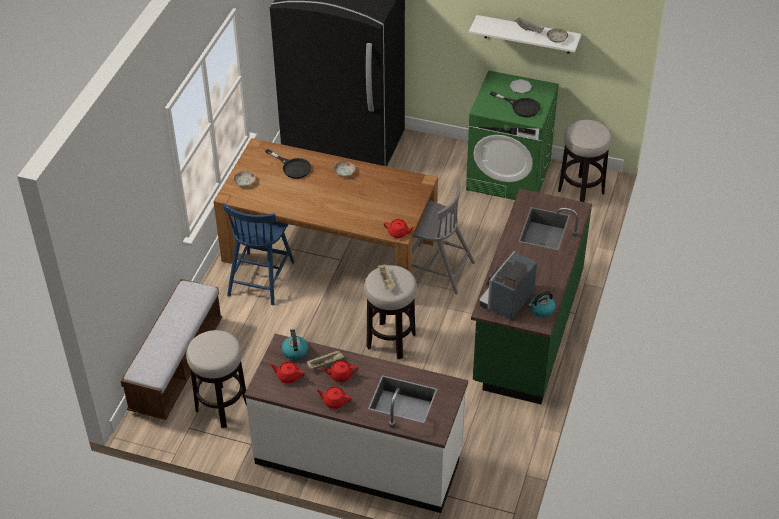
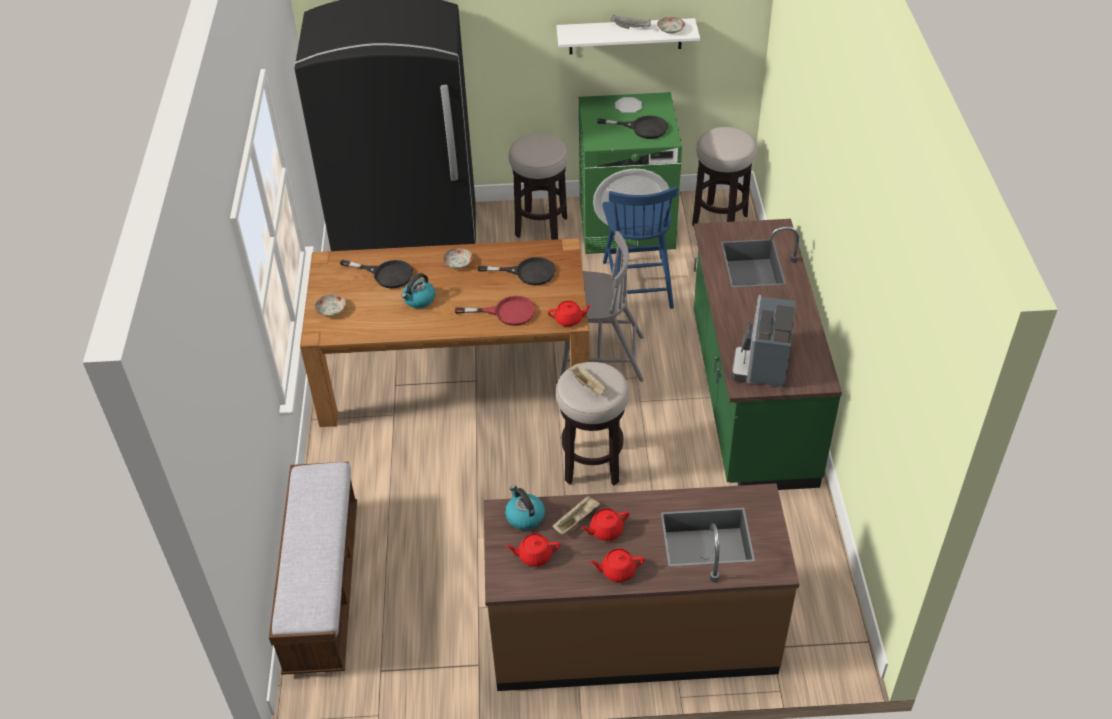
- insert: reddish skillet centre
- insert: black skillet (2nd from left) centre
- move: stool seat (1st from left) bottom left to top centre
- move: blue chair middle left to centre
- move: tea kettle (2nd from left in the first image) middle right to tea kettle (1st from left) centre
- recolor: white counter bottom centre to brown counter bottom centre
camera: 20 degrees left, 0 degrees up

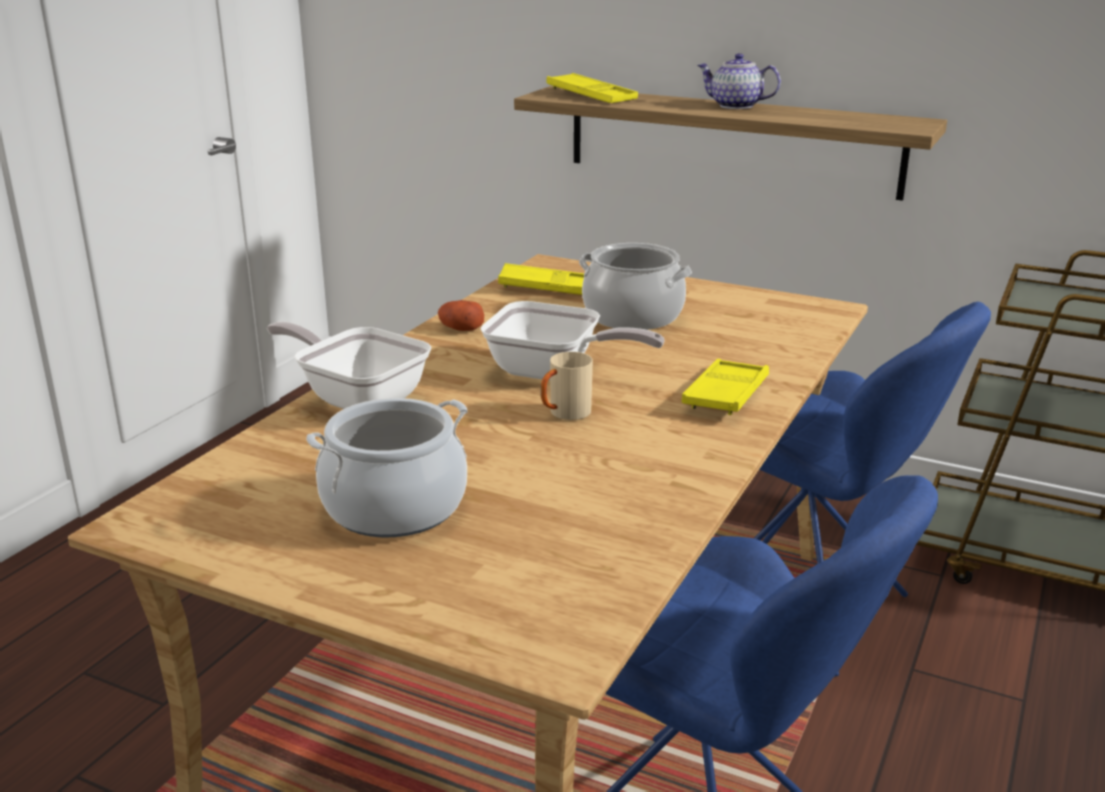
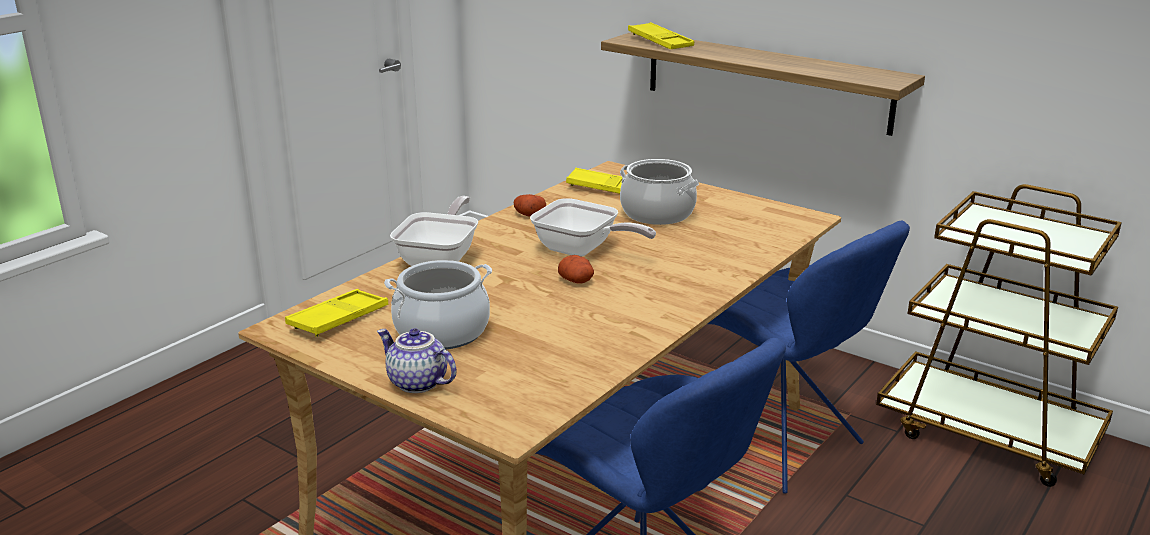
- move: yellowish carrying tray (3rd from left in the first image) centre to yellowish carrying tray (1st from left) middle left
- move: teapot top right to bottom centre
- replace: beige-coloured mug centre to spud (2nd from left) centre
- rotate: skillet (1st from left) middle left = centre 60 degrees clockwise
camera: 10 degrees right, 0 degrees up

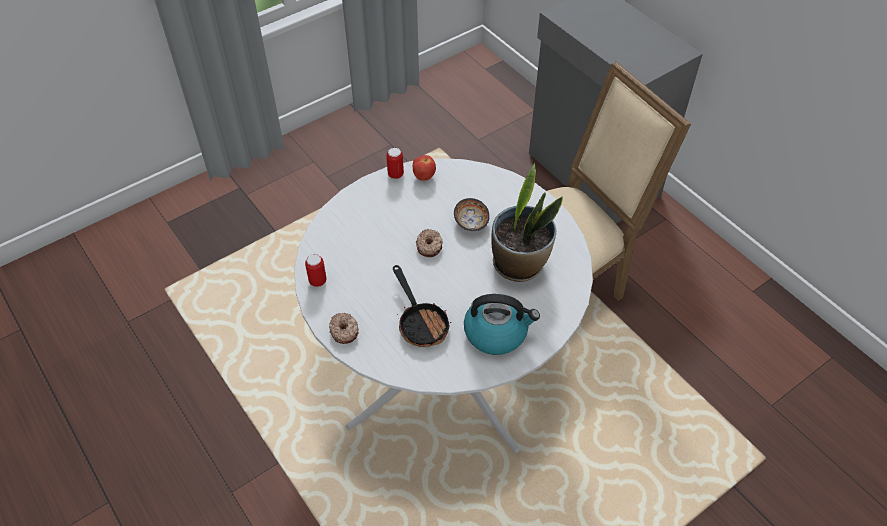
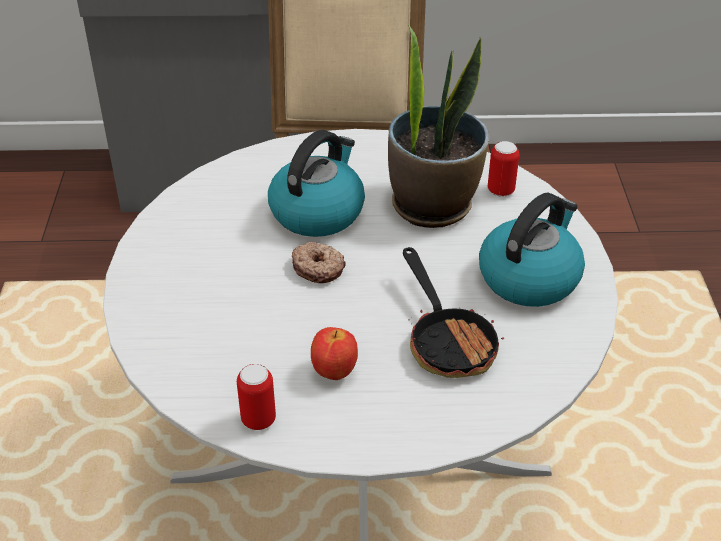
- delete: ring doughnut (1st from left) centre
- move: metal can (2nd from left) top centre to top right
- move: apple fruit top centre to centre
- replace: bowl centre to tea kettle (1st from left) centre
- rotate: skillet centre = centre 60 degrees clockwise
camera: 55 degrees left, 10 degrees down

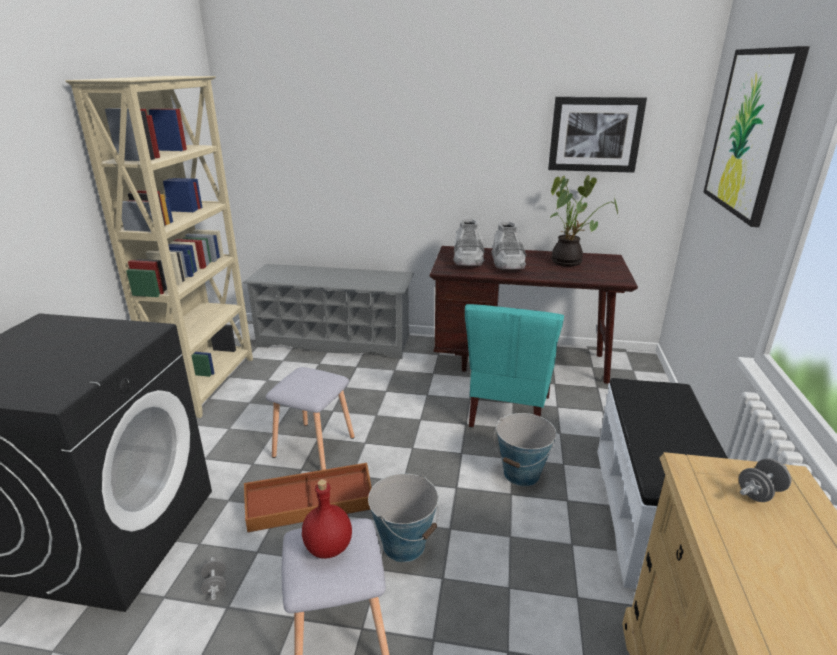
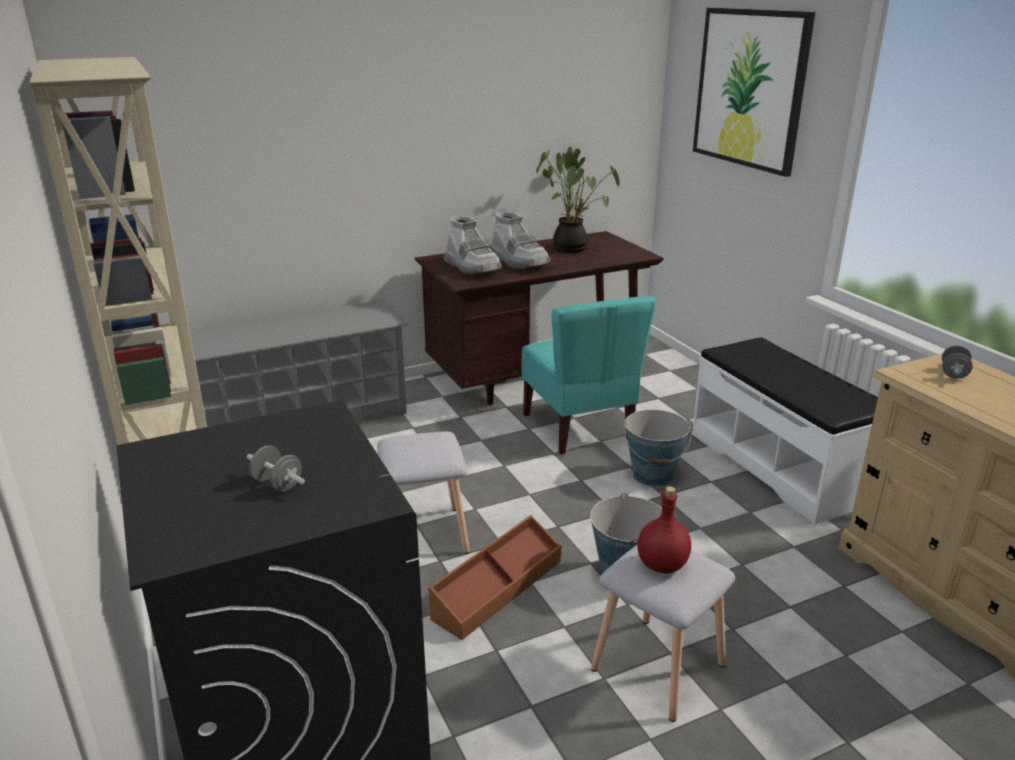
- delete: picture (1st from left) top right
- move: gray hand weight (1st from left) bottom left to middle left
camera: 35 degrees left, 0 degrees up

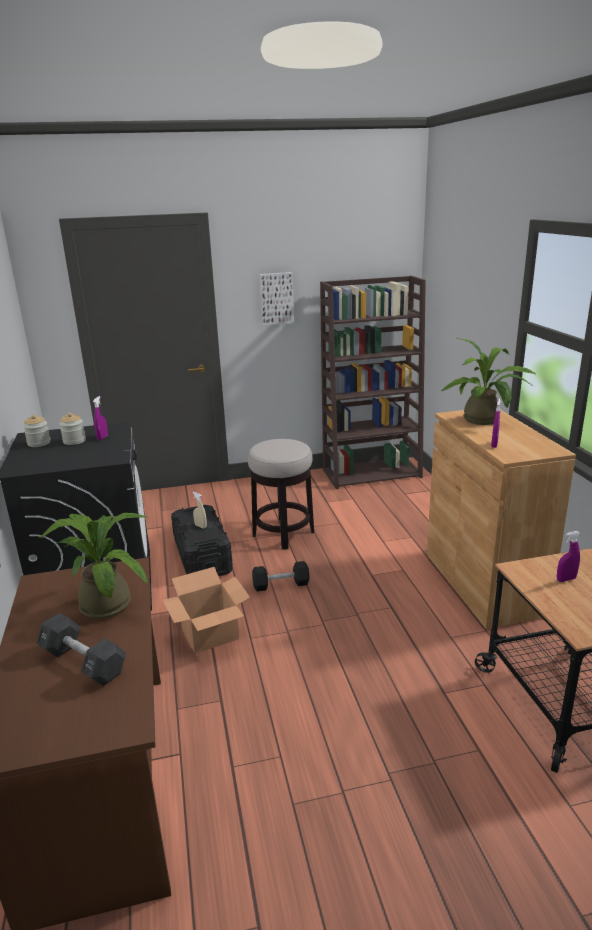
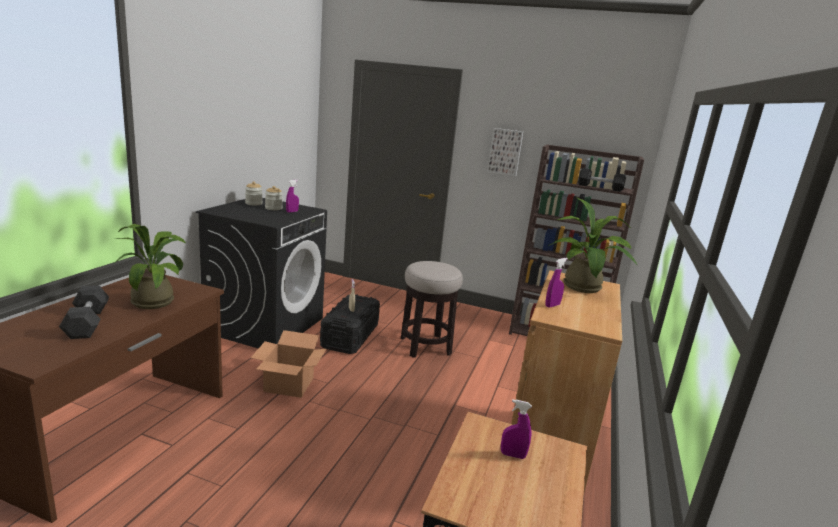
- move: black hand weight (2nd from left) centre to middle right
camera: 30 degrees right, 5 degrees down

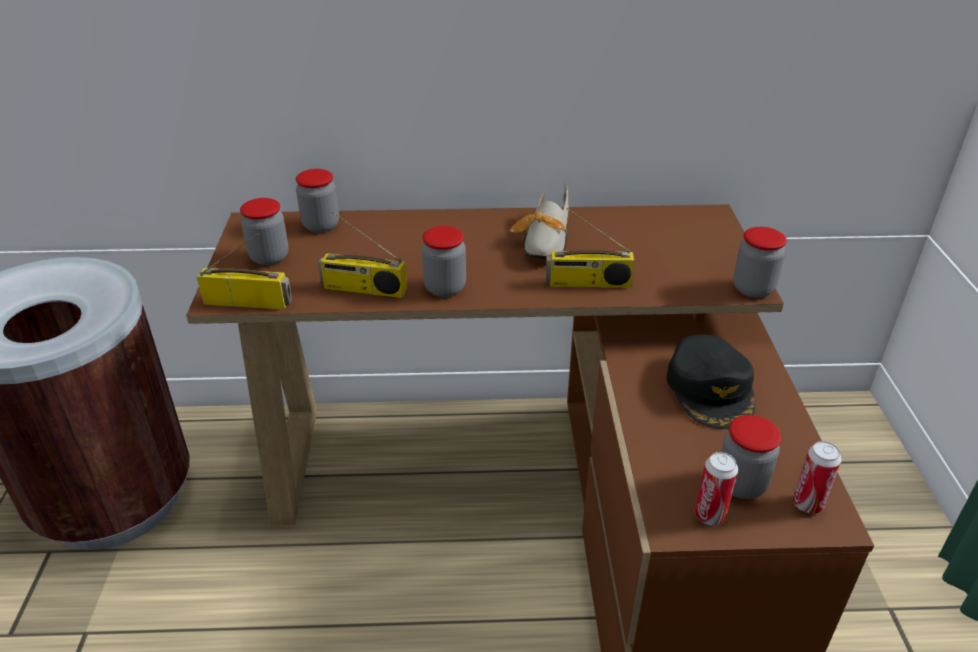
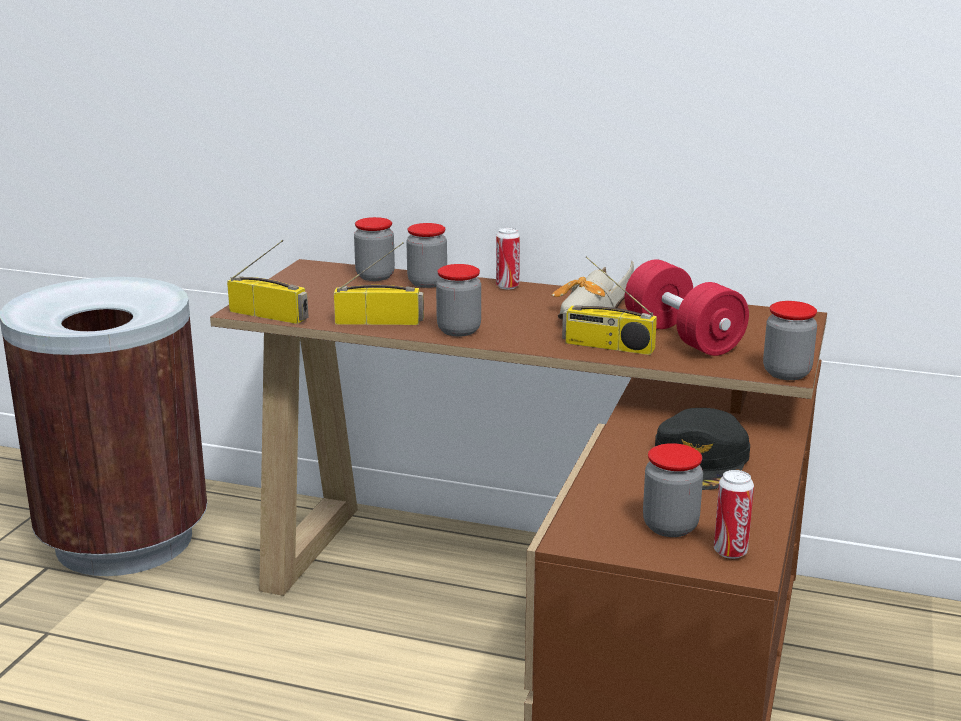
- insert: reddish hand weight middle right
- move: preserve jar (1st from left in the first image) middle left to preserve jar (2nd from left) centre
- move: metal can (1st from left) bottom right to centre
- rotate: radio set (2nd from left) centre = centre 150 degrees clockwise
camera: 20 degrees right, 15 degrees down

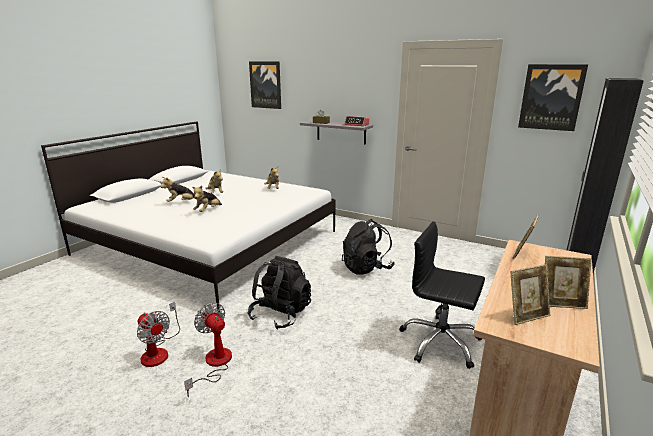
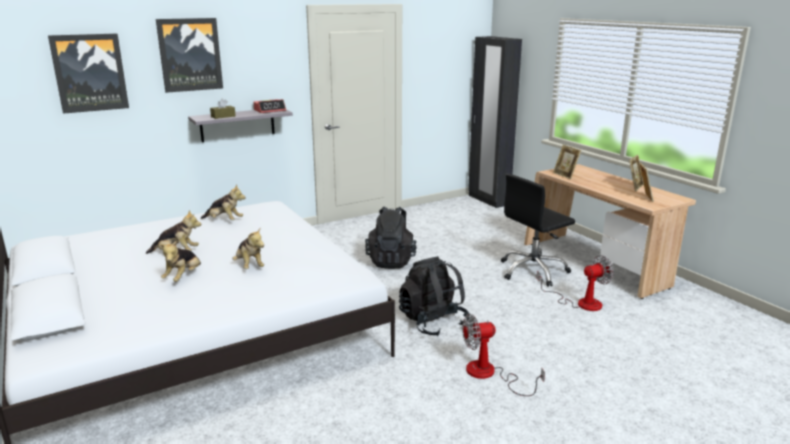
- move: electric fan (1st from left in the first image) bottom left to electric fan (2nd from left) middle right
- move: picture (2nd from left) top right to top left
camera: 60 degrees left, 0 degrees up

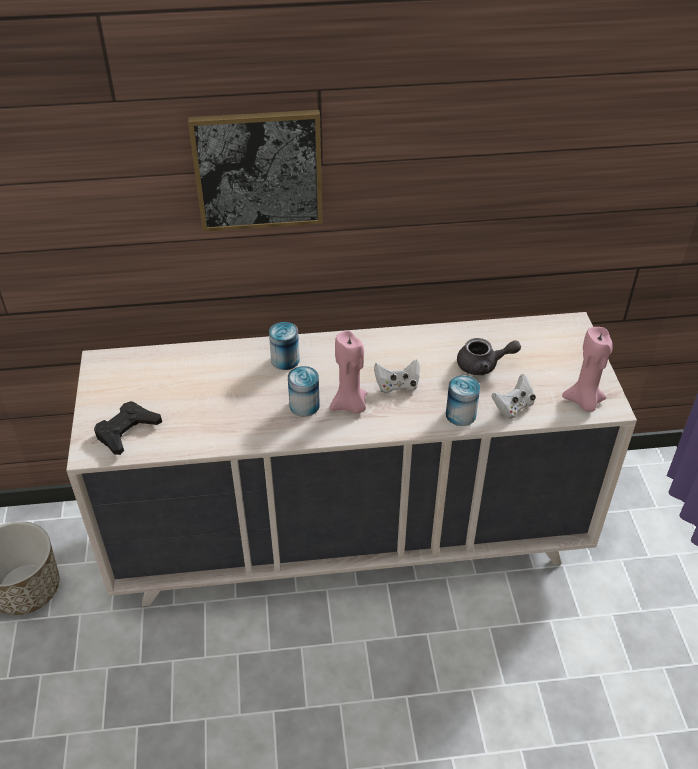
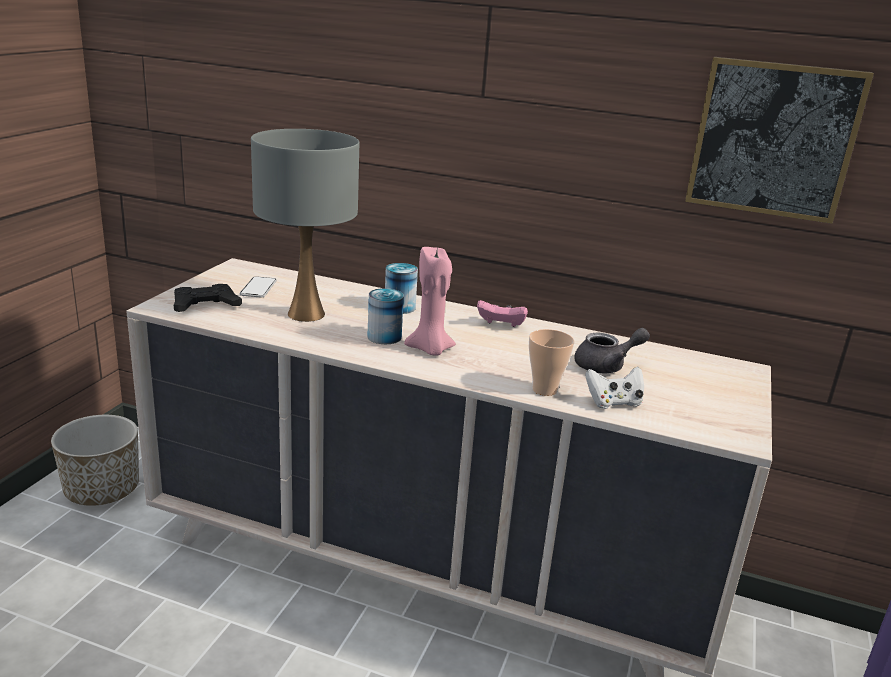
- delete: white game controller (1st from left) centre
- delete: pink-coloured wax light (2nd from left) middle right
- insert: handset middle left
- insert: gray lamp for a table top centre
- insert: pink-coloured game controller centre
- move: picture top centre to top right
- replace: metal can (3rd from left) centre to drinking cup centre
- rotate: gray teapot middle right = middle right 45 degrees counterclockwise
camera: 25 degrees right, 20 degrees down

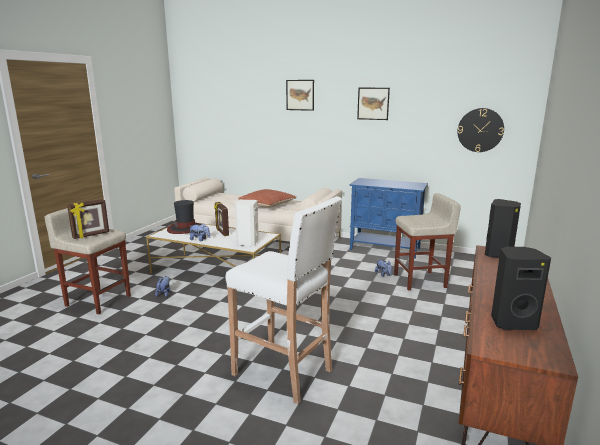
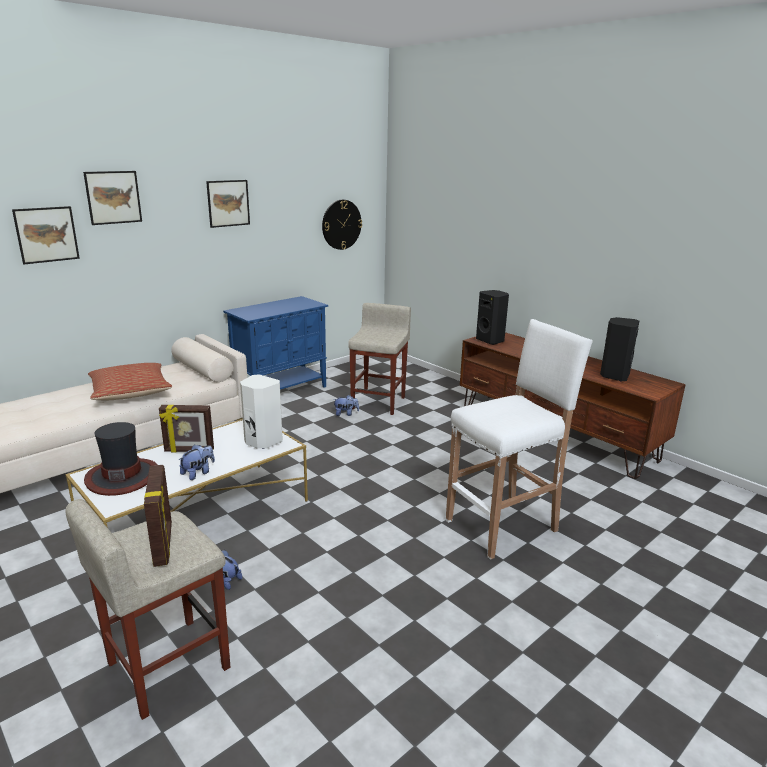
- insert: picture (1st from left) top left
camera: 65 degrees left, 5 degrees up

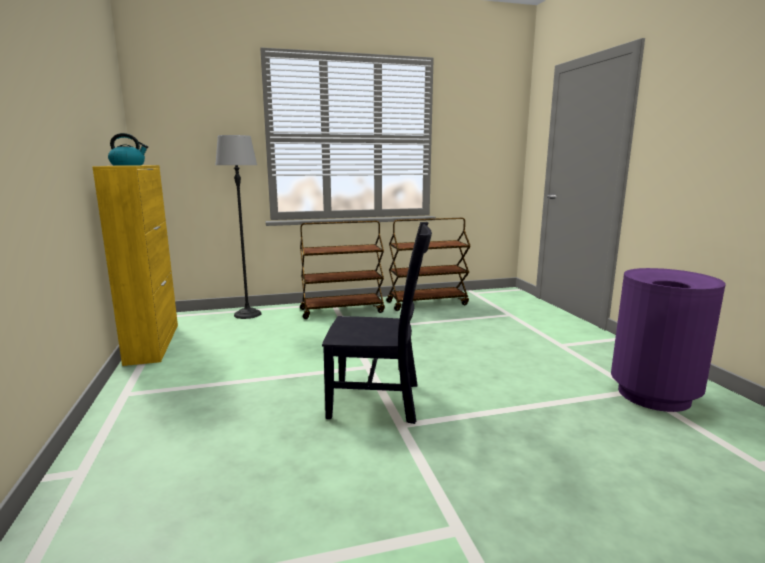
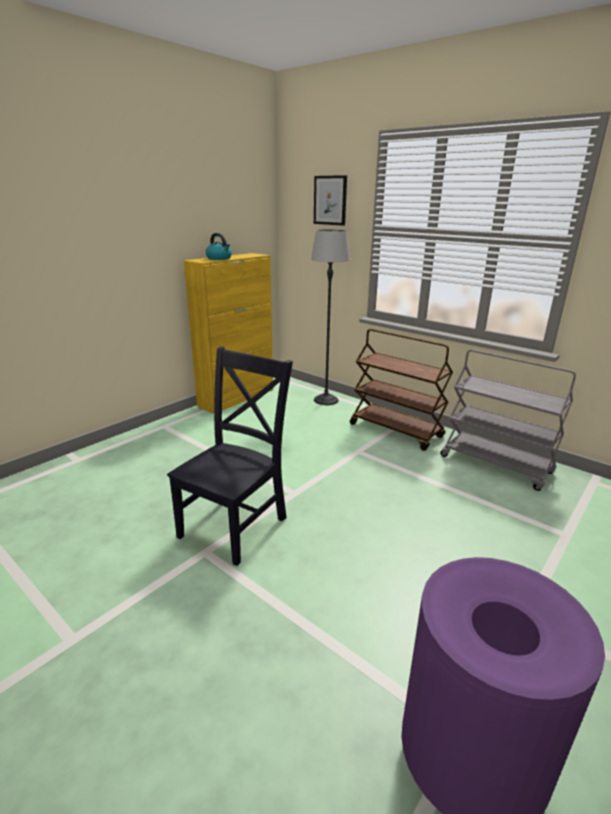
- insert: picture top centre
- recolor: brown trolley (2nd from left) centre to gray trolley middle right
- rotate: black chair centre = centre 120 degrees counterclockwise
camera: 55 degrees right, 10 degrees up

